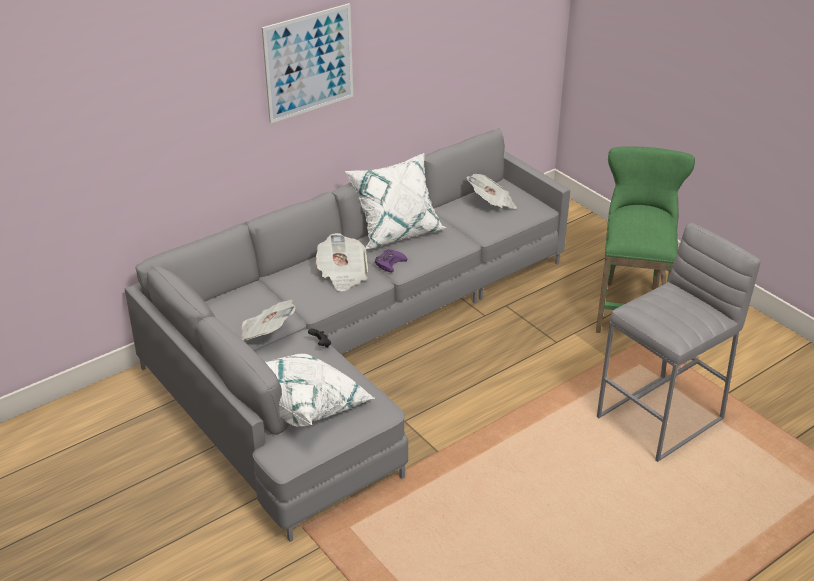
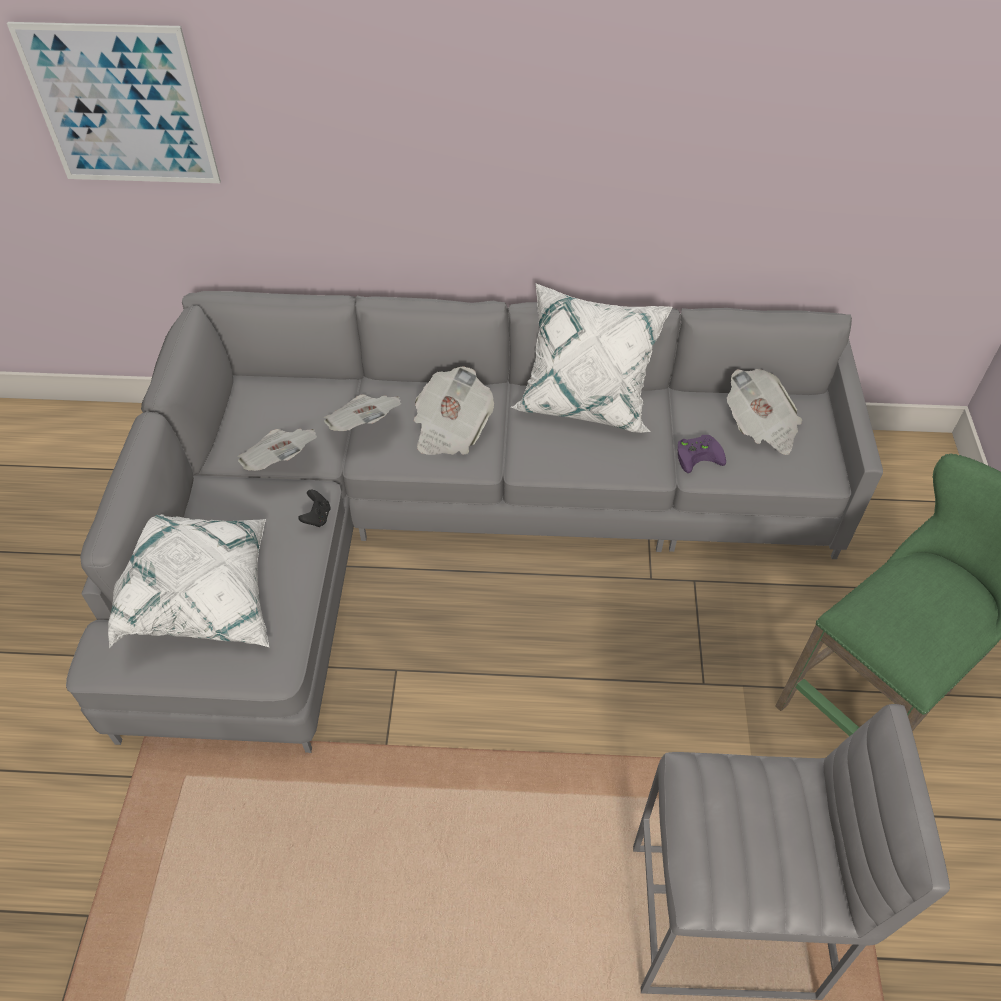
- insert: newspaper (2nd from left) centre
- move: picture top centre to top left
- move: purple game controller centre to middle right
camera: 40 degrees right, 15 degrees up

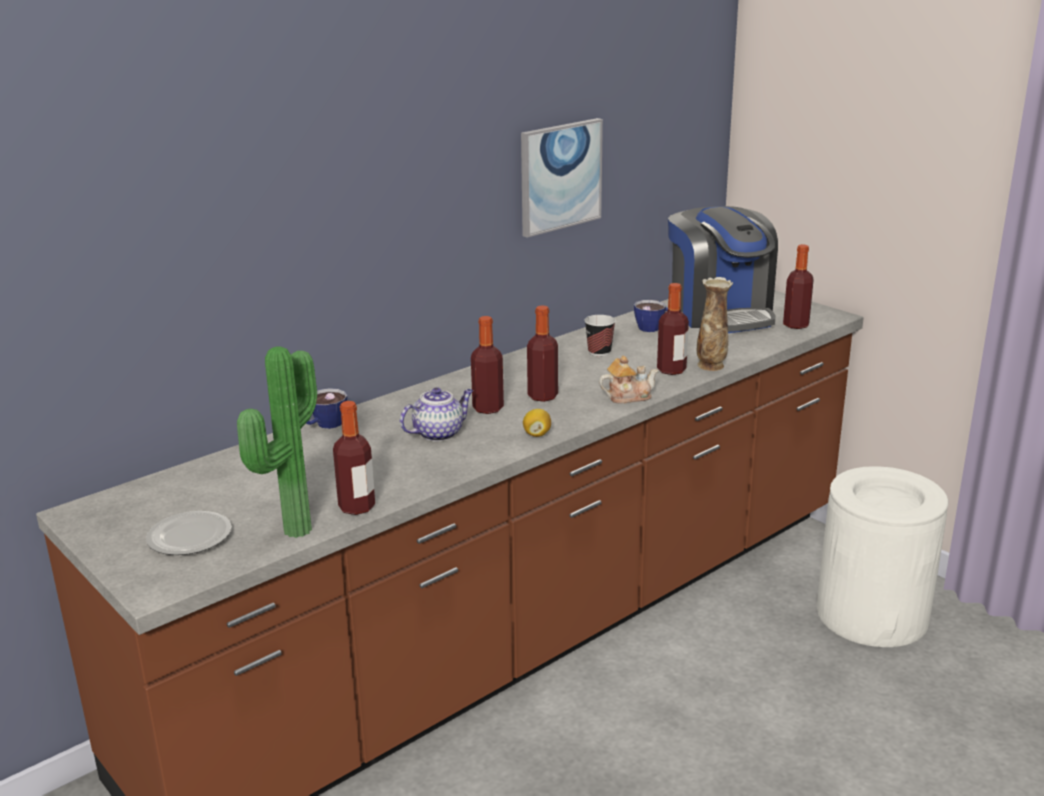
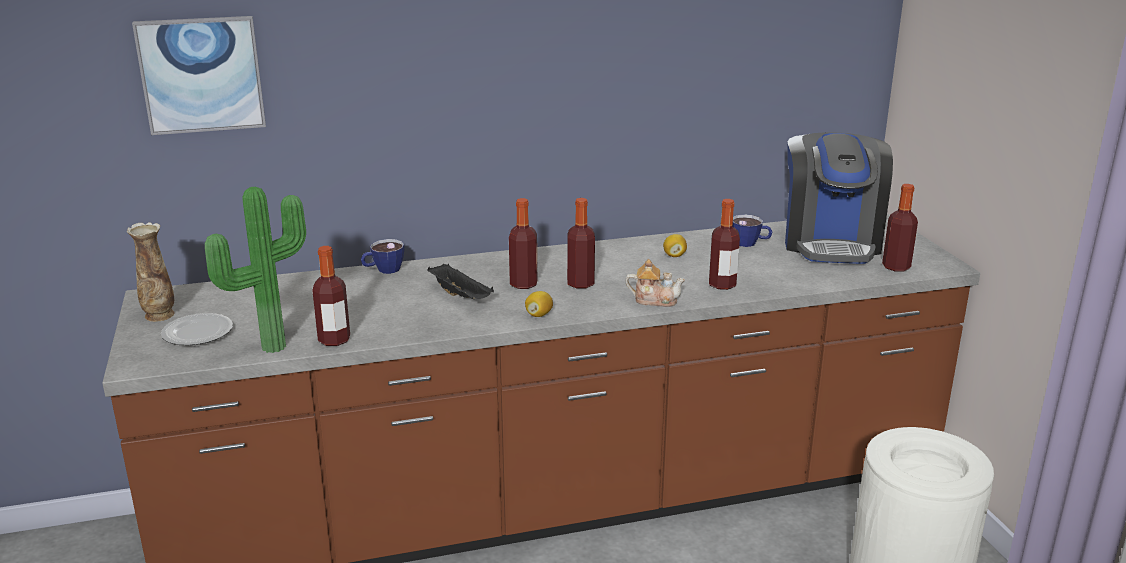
- move: picture top centre to top left
- move: flower vase middle right to middle left
- replace: teapot (1st from left) centre to black carrying tray centre
- replace: drinking cup (2nd from left) centre to lemon (2nd from left) centre
camera: 25 degrees right, 0 degrees up

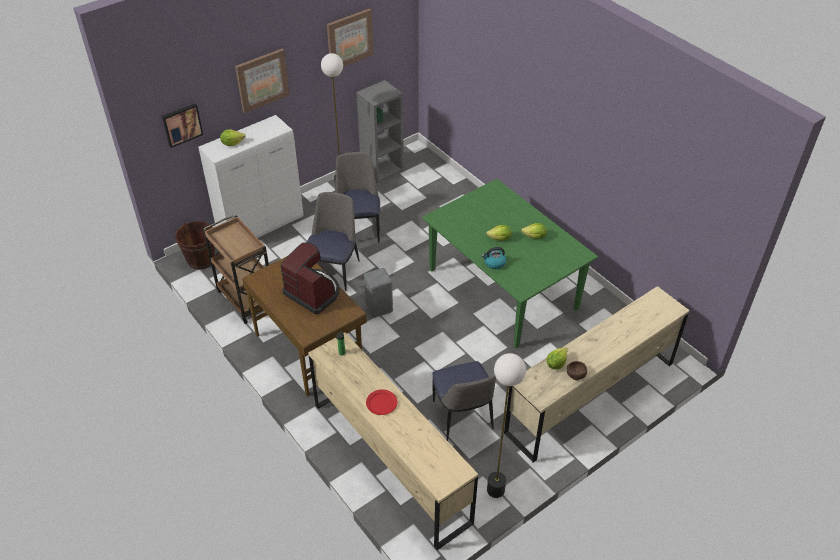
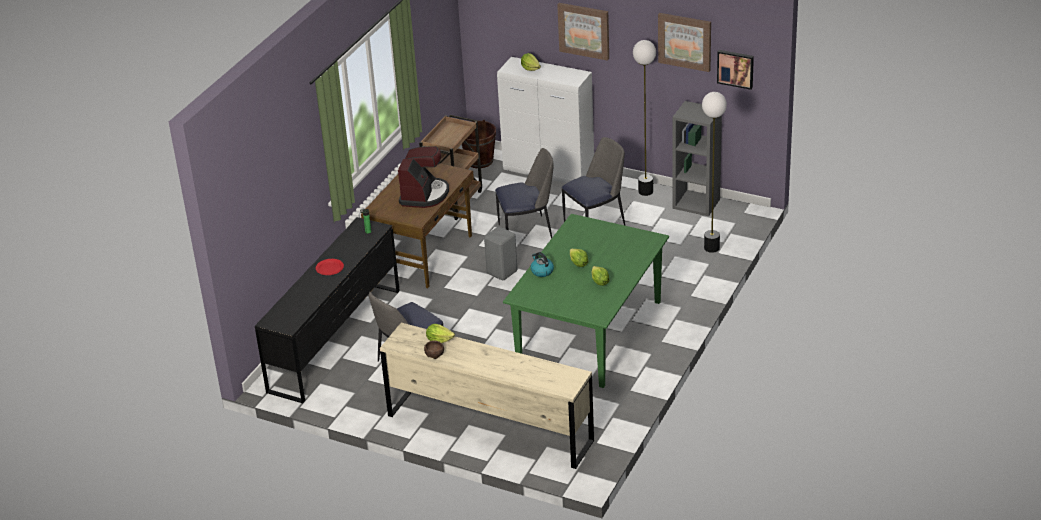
- move: picture (1st from left in the first image) top left to picture (3rd from left) top right
- move: standard lamp (2nd from left) bottom centre to top right
- recolor: beige-coloured drawer chest (1st from left) bottom centre to black drawer chest middle left
camera: 65 degrees right, 10 degrees down

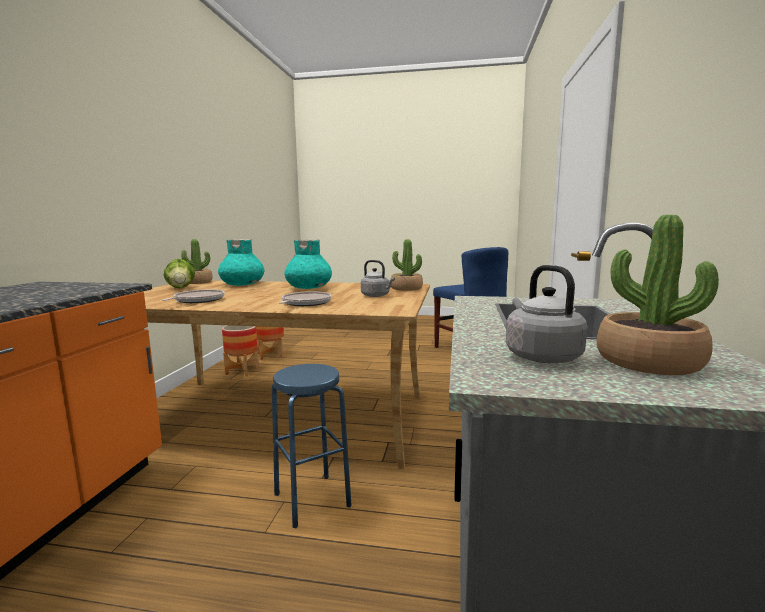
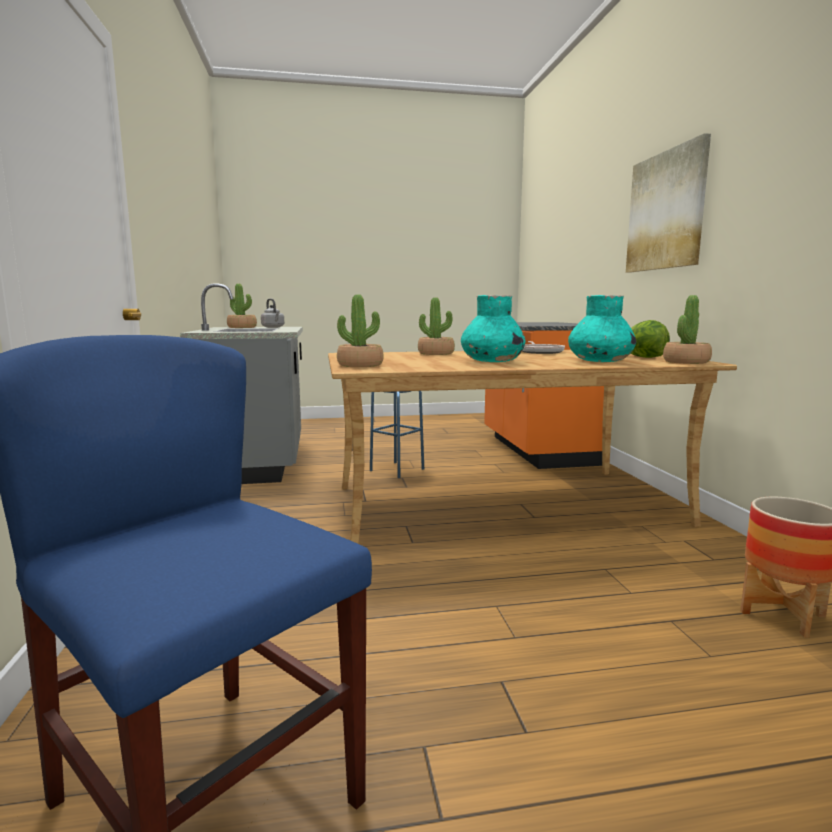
- delete: planter (1st from left) middle left
- delete: gray tea kettle (1st from left) centre
- insert: picture top right
- replace: skillet (2nd from left) centre to potted plant (3rd from left) centre
camera: 160 degrees right, 0 degrees up

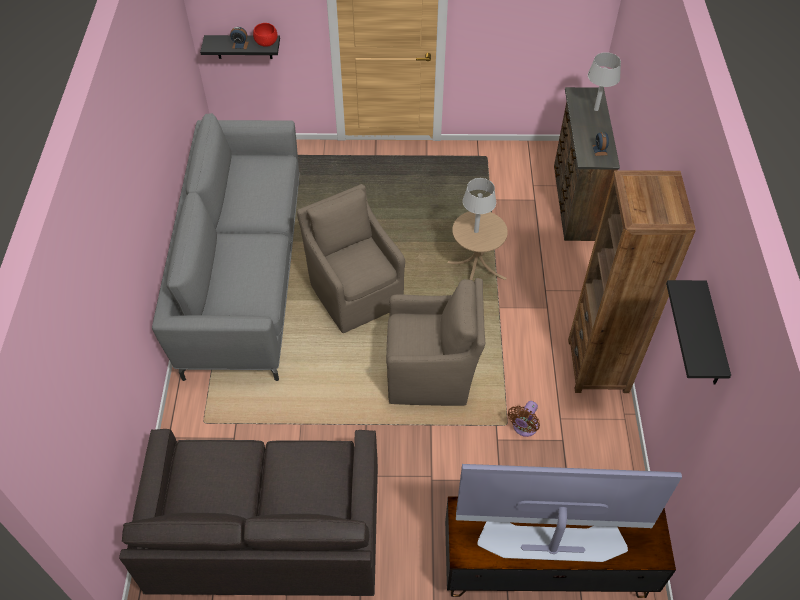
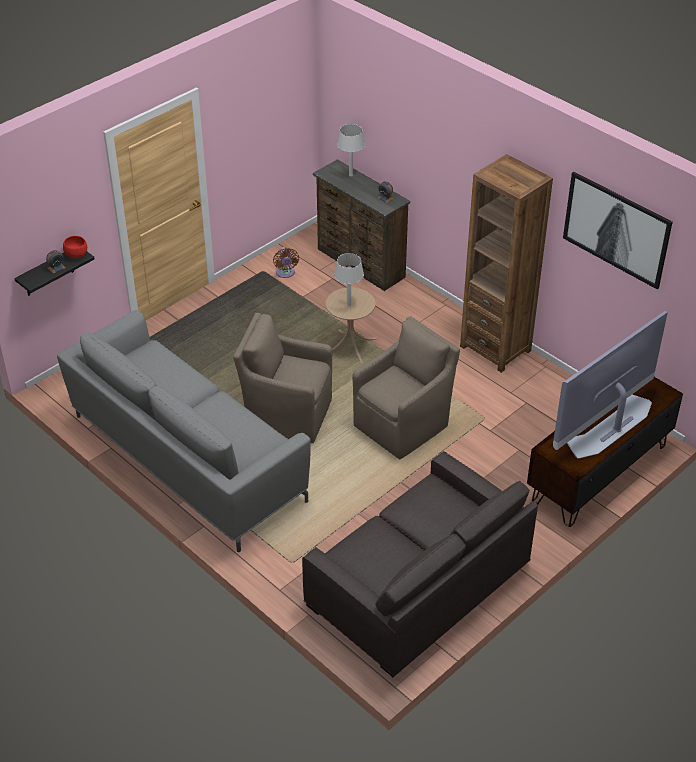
- move: brown electric fan bottom centre to centre
- replace: black bracket shelf (2nd from left) middle right to picture top right
camera: 45 degrees left, 10 degrees down

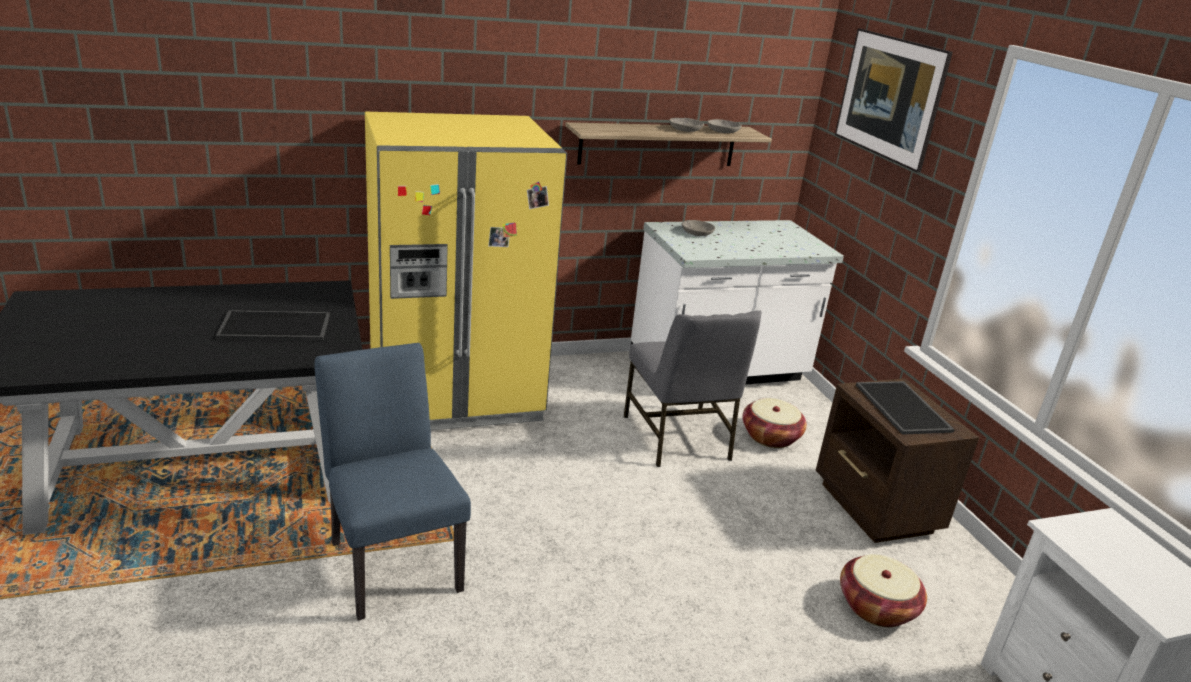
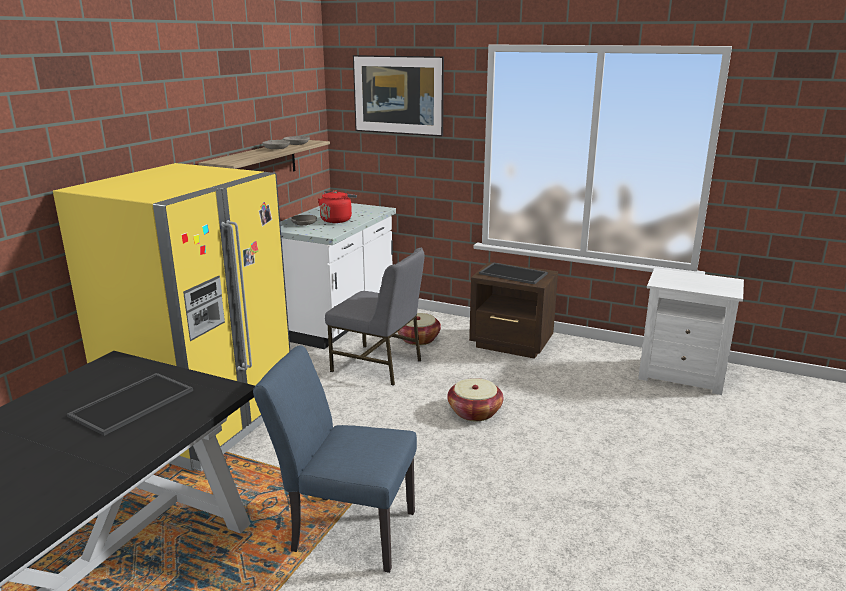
- insert: reddish tea kettle centre
- move: storage basket (2nd from left) bottom right to bottom centre
camera: 45 degrees left, 5 degrees down

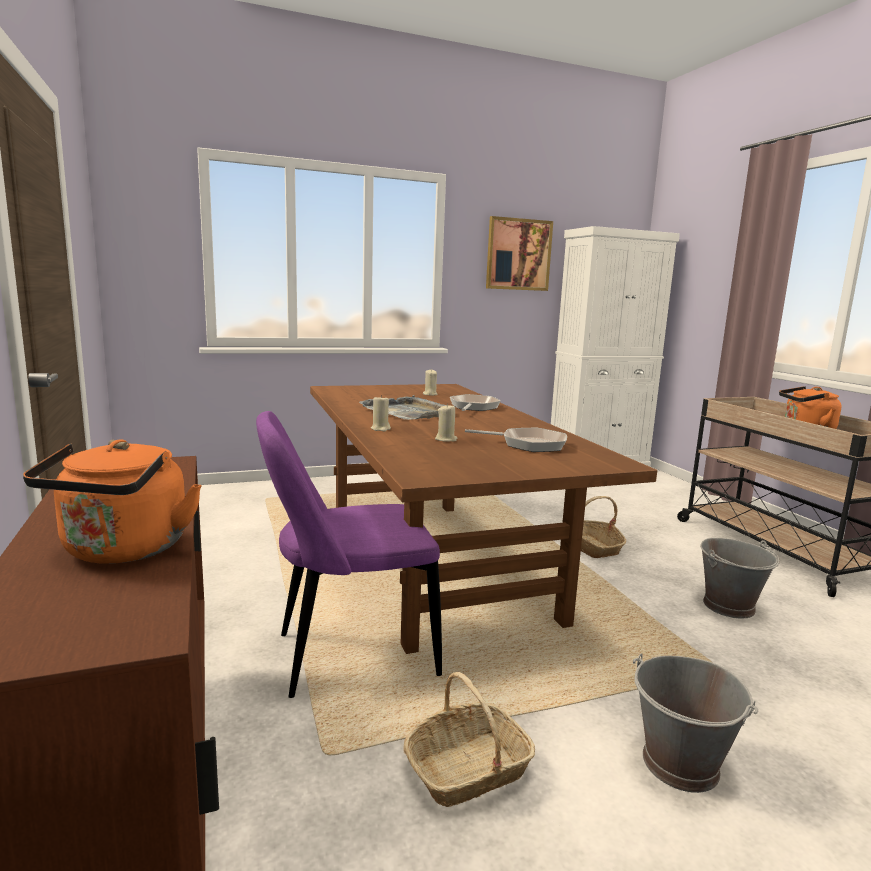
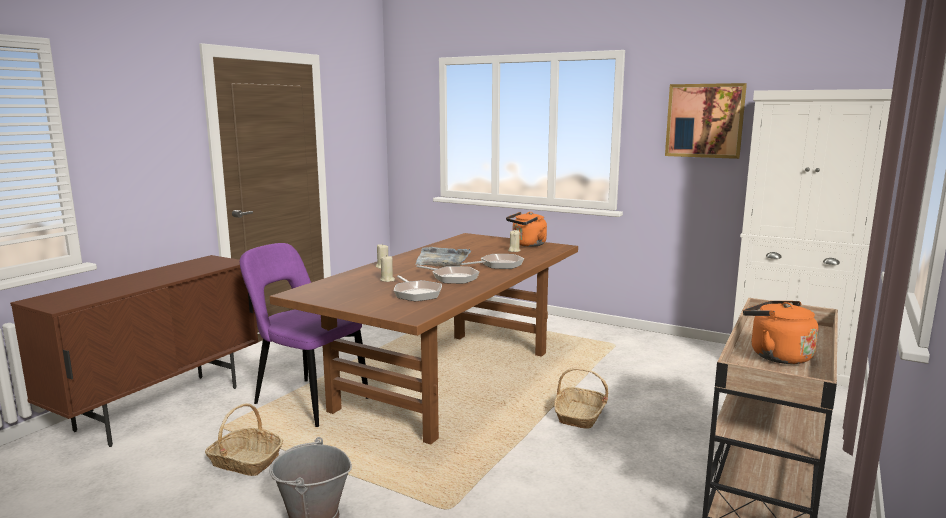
- delete: gray pail (2nd from left) middle right
- insert: skillet (2nd from left) centre
- move: orange-coloured tea kettle (1st from left) middle left to centre
camera: 50 degrees right, 0 degrees up

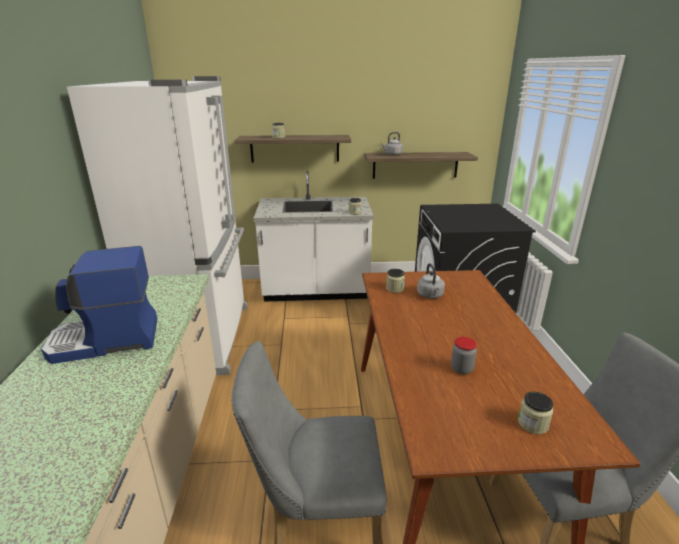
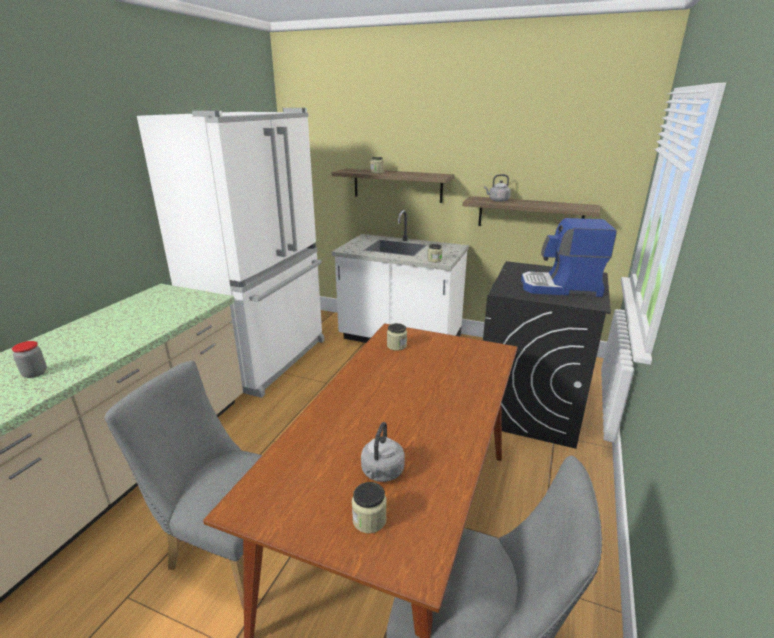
- move: coffee machine middle left to middle right
- move: gray tea kettle (2nd from left in the first image) centre to gray tea kettle (1st from left) bottom centre
- move: preserve jar (4th from left in the first image) middle right to preserve jar (1st from left) middle left
camera: 25 degrees right, 0 degrees up

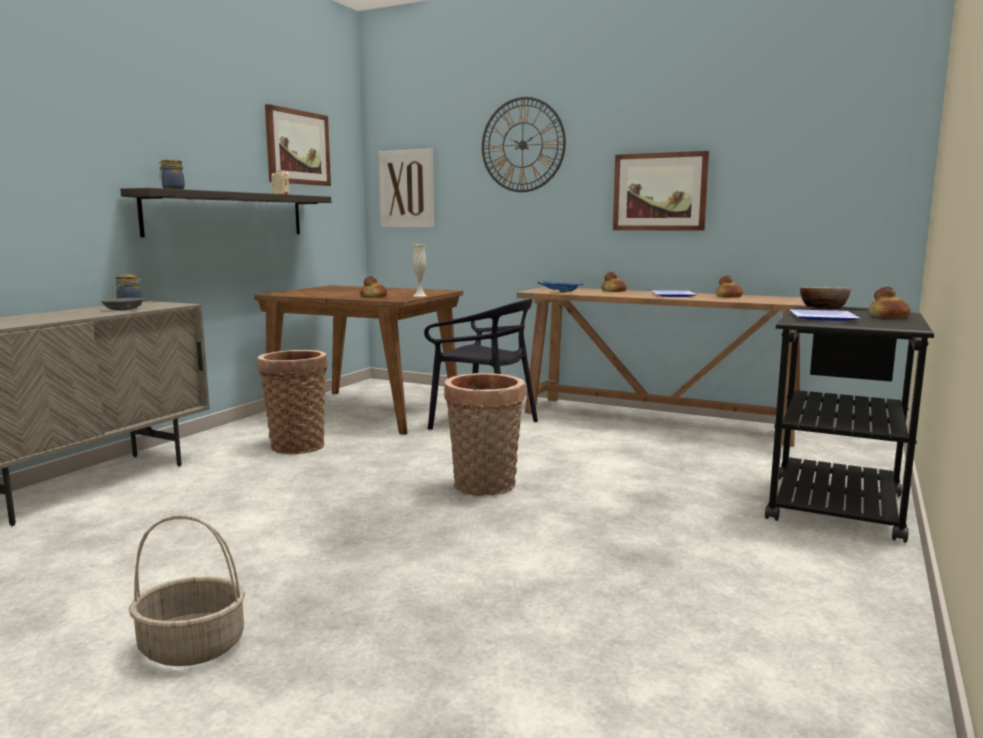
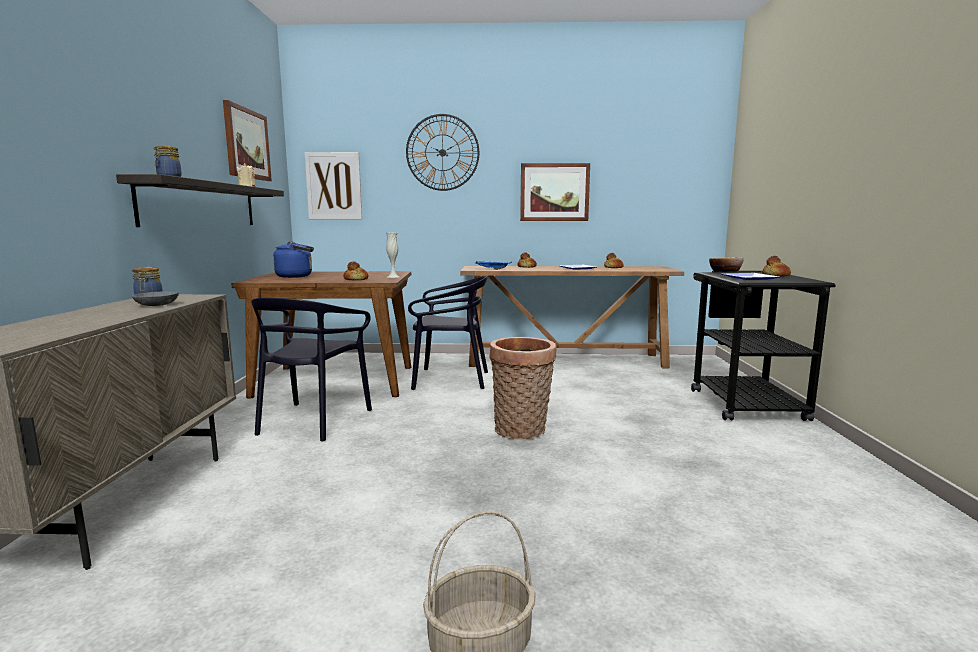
- insert: blue tea kettle middle left
- replace: storage basket (2nd from left) middle left to black chair (1st from left) middle left
camera: 25 degrees left, 0 degrees up

